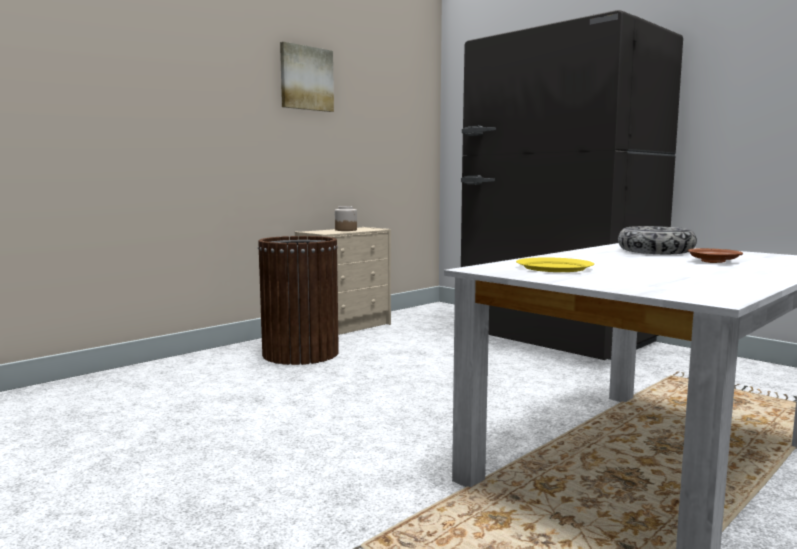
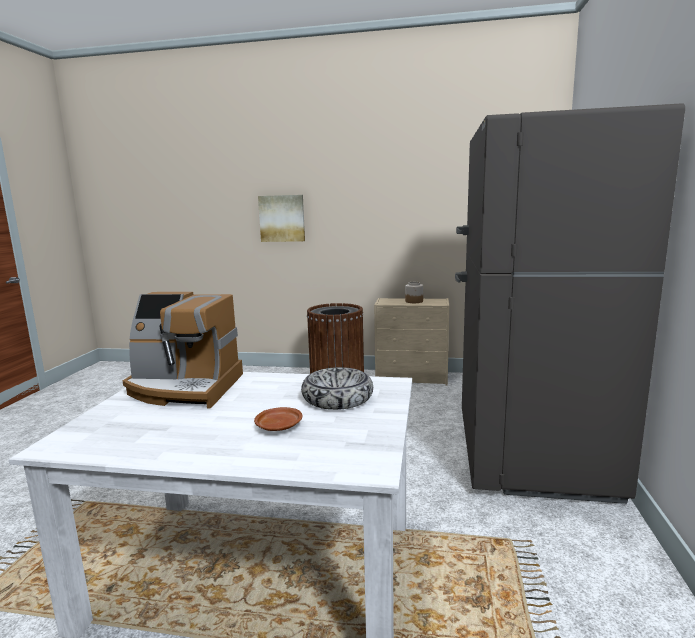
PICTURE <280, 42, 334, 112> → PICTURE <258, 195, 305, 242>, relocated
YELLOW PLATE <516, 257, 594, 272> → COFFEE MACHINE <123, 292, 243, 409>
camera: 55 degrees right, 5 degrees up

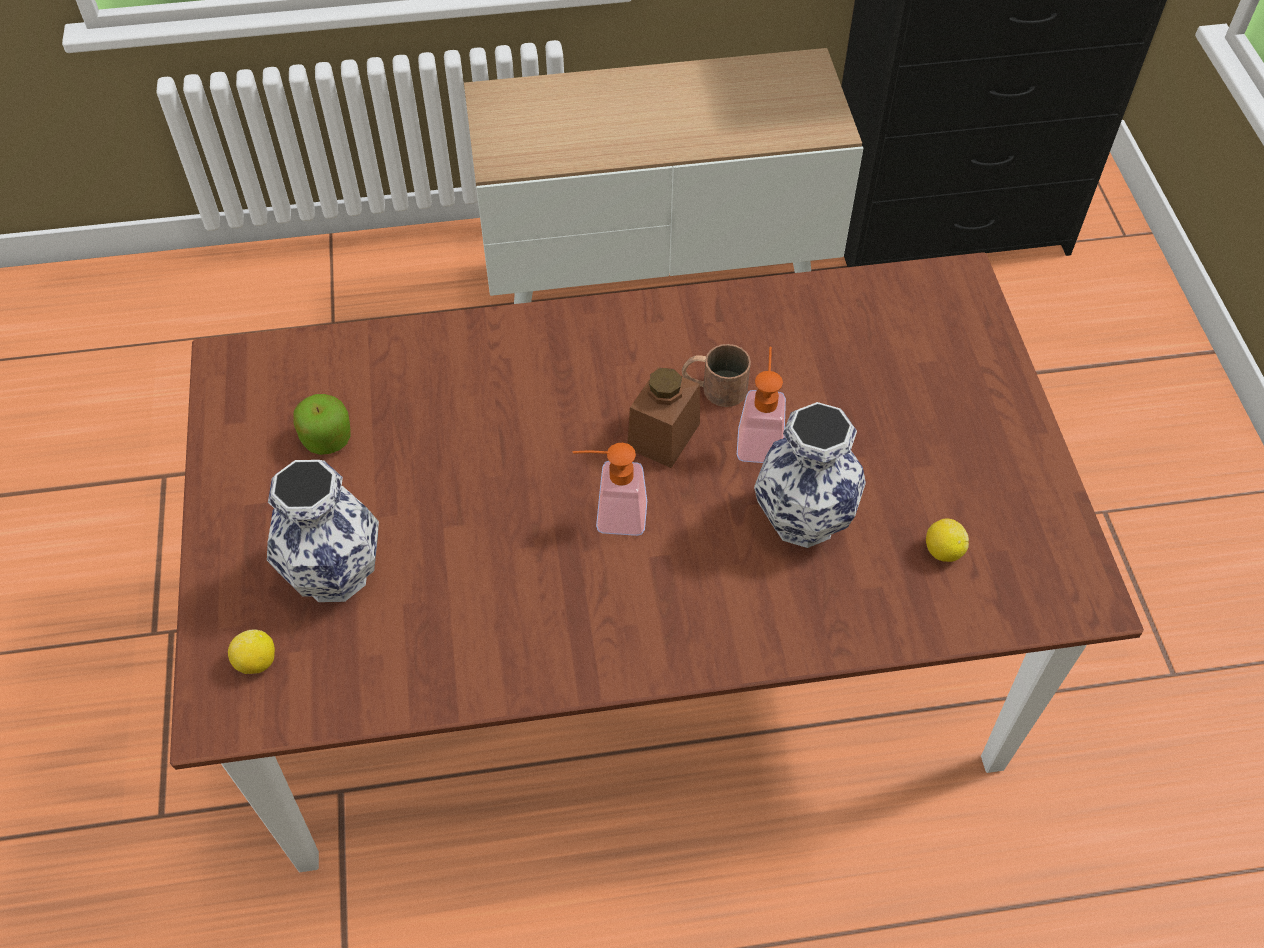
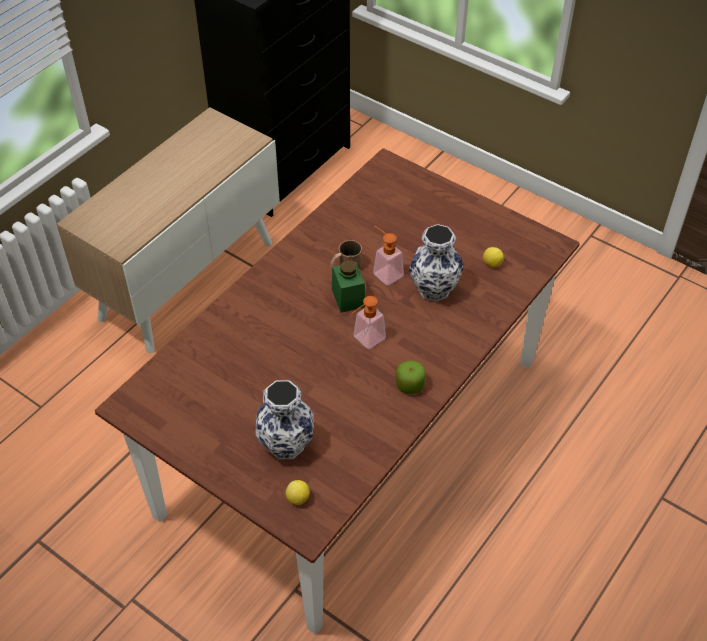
BROWN JAR <627, 367, 700, 468> → GREEN JAR <332, 260, 365, 313>
APPLE <294, 394, 350, 455> → APPLE <395, 360, 426, 394>, relocated
camera: 45 degrees left, 5 degrees down

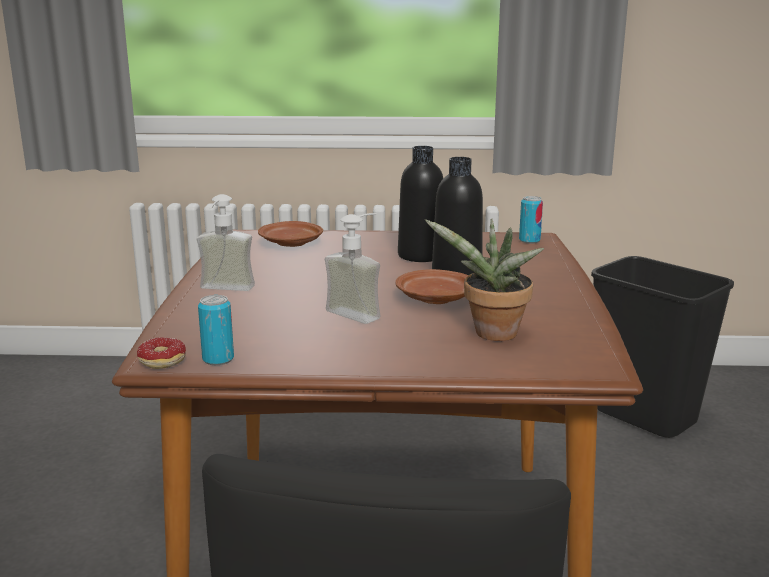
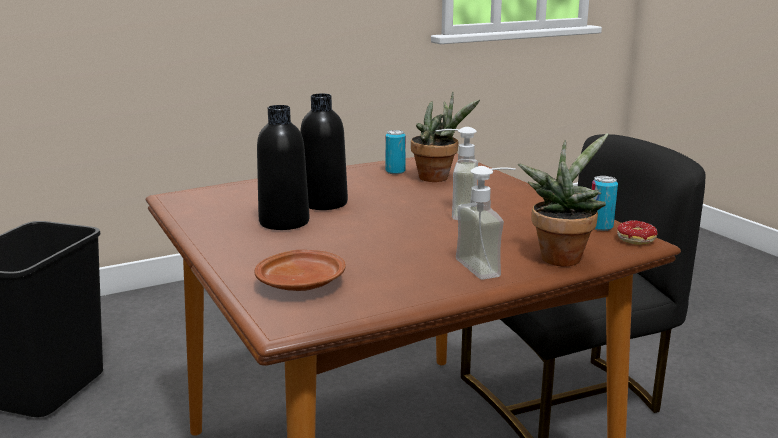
CAN <519, 196, 543, 244> → CAN <386, 130, 406, 174>, relocated
BROWN PLATE <396, 269, 468, 304> → -
- → POTTED PLANT <518, 133, 609, 266>
camera: 120 degrees left, 0 degrees up

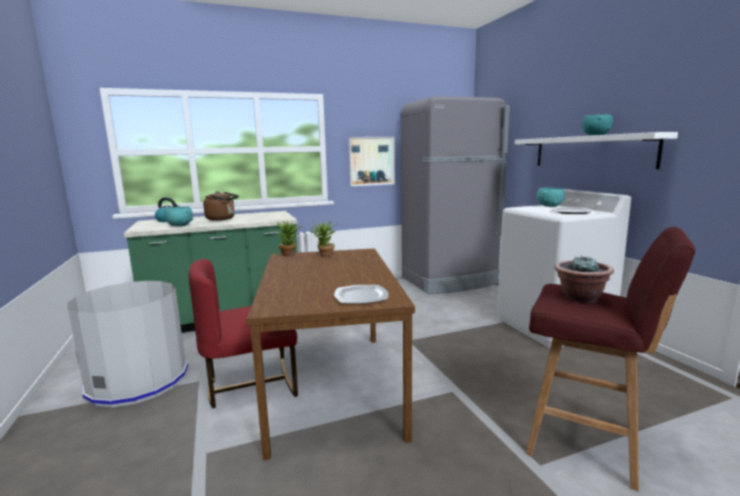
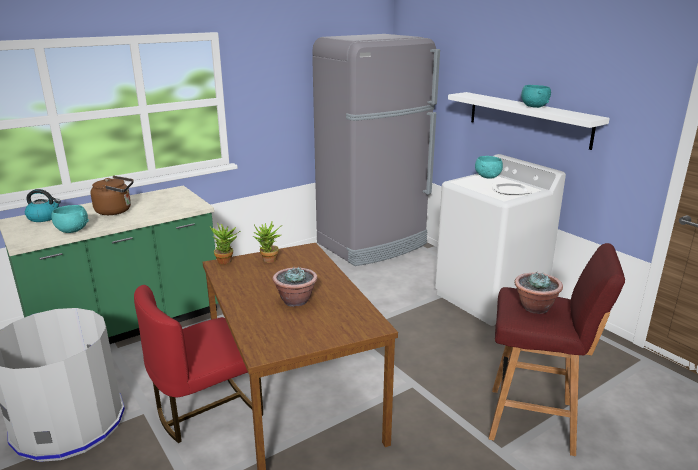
PICTURE <348, 137, 395, 186> → -
PLATE <334, 285, 388, 304> → -
- → POTTED PLANT <273, 267, 318, 307>
camera: 15 degrees left, 10 degrees up

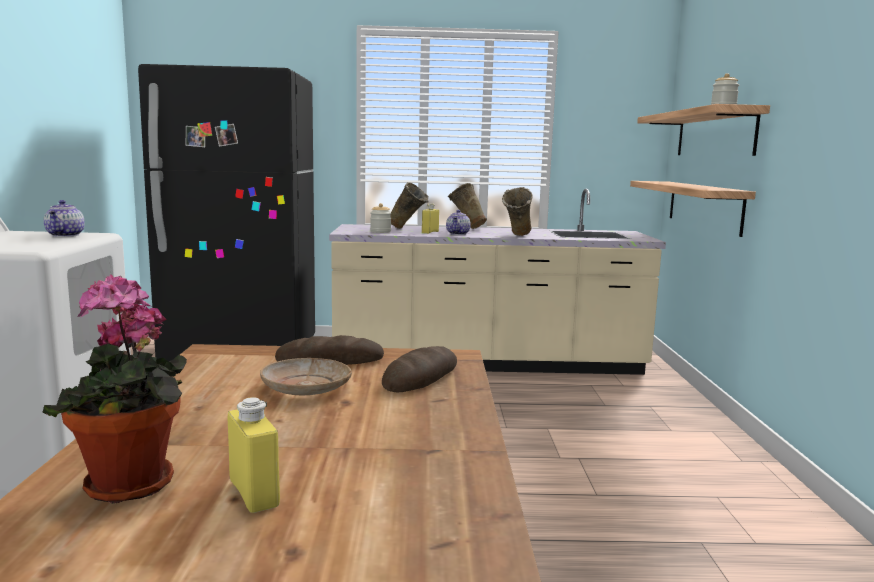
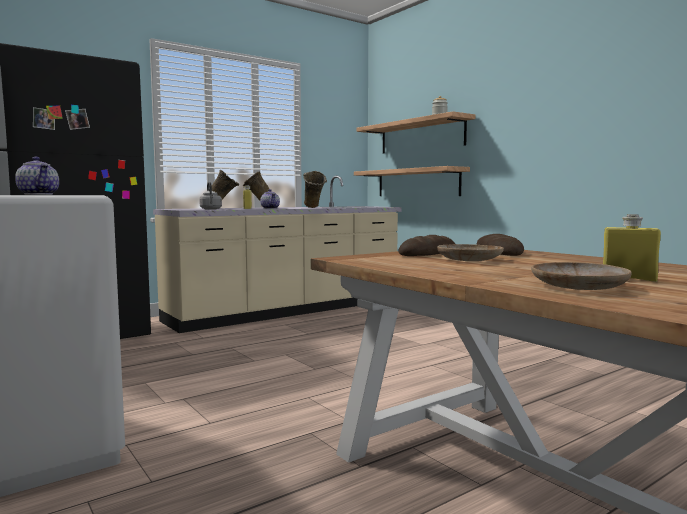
JAR <370, 203, 391, 233> → GREY KETTLE <199, 182, 222, 210>
POTTED PLANT <42, 274, 187, 503> → BEIGE PLATE <531, 262, 632, 290>
camera: 35 degrees left, 5 degrees down

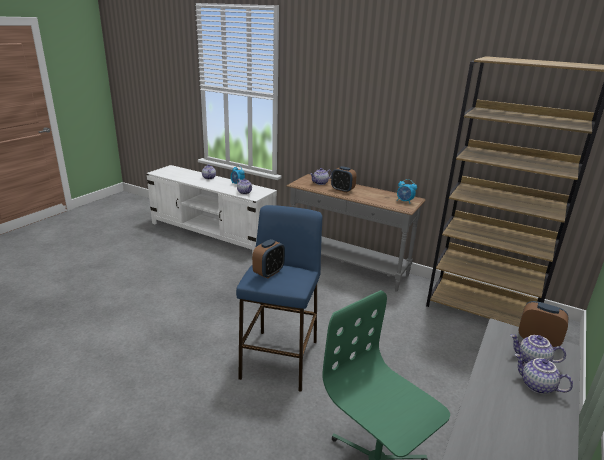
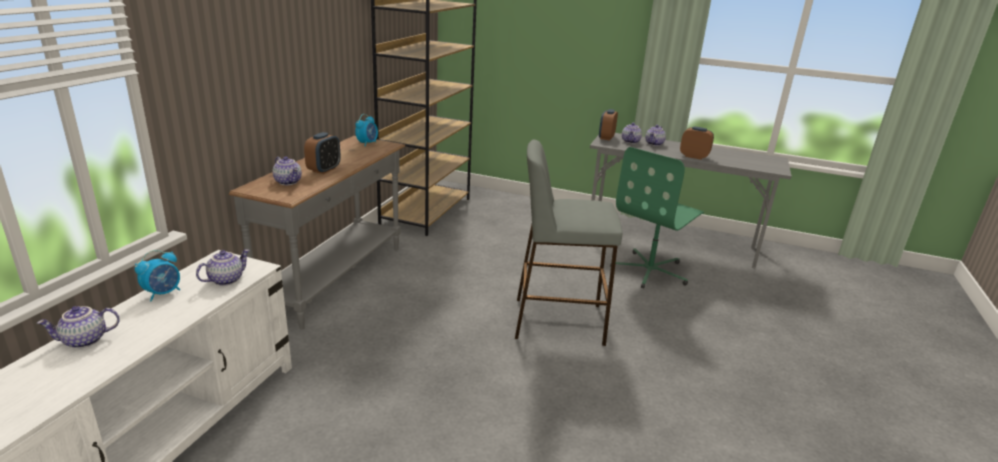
BLUE STOOL <236, 205, 322, 392> → GREY STOOL <515, 140, 622, 346>
ALARM CLOCK <252, 239, 285, 279> → ALARM CLOCK <680, 127, 714, 160>, relocated
camera: 100 degrees left, 0 degrees up

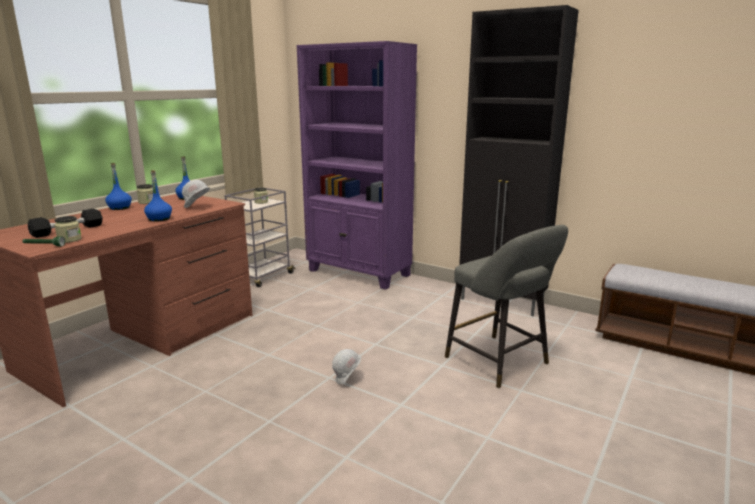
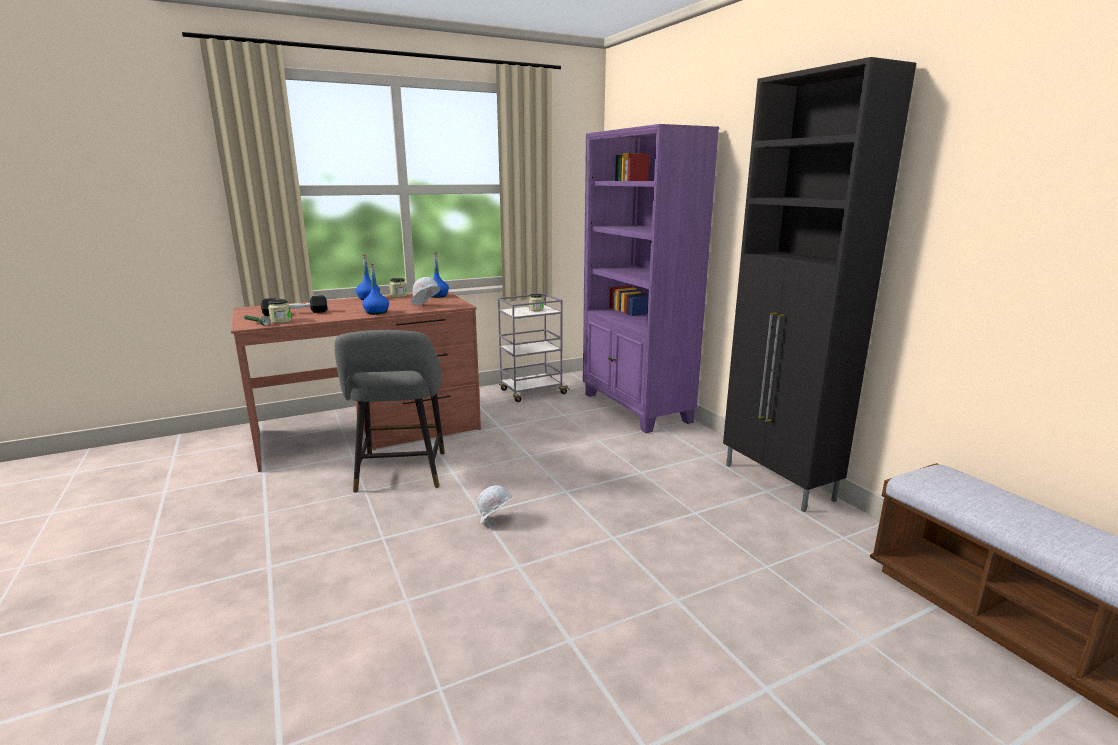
GREY STOOL <445, 225, 568, 388> → GREY STOOL <334, 330, 445, 493>, relocated
camera: 30 degrees right, 0 degrees up

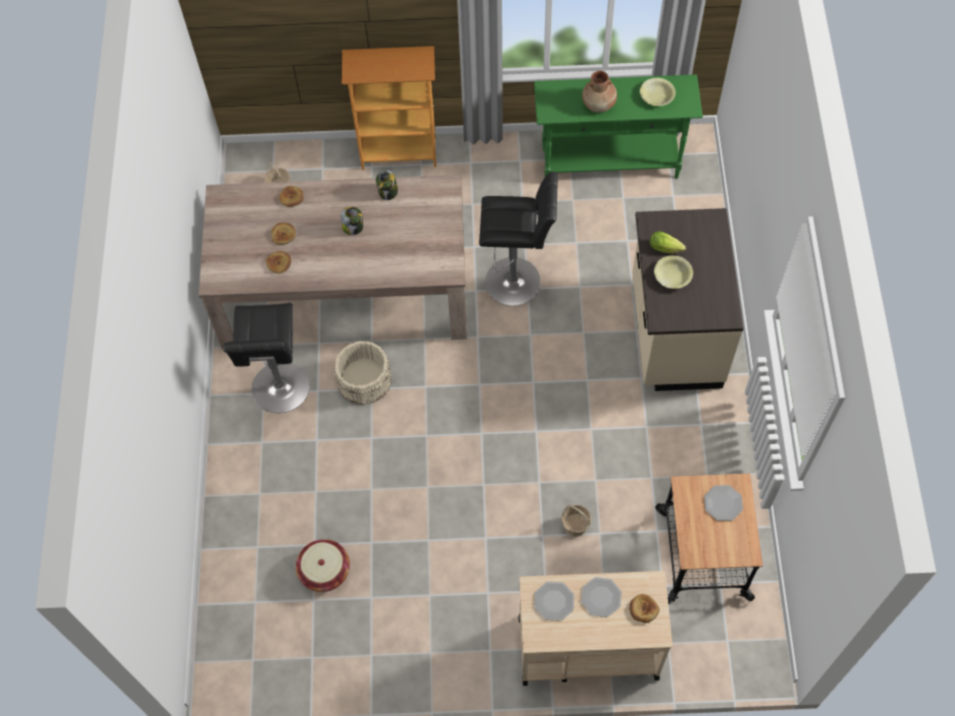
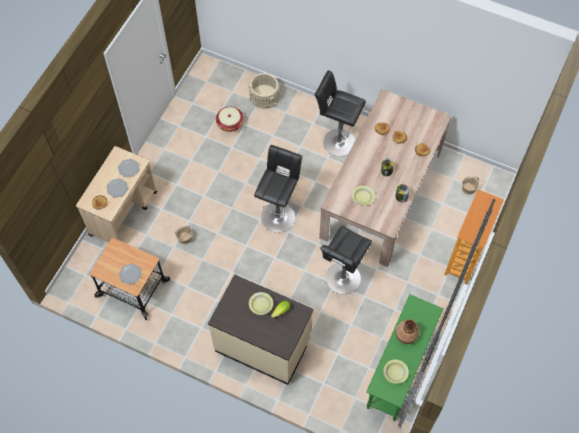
BEIGE BUCKET <334, 341, 392, 405> → BEIGE BUCKET <249, 73, 280, 109>, relocated
- → BLACK STOOL <254, 145, 302, 233>
- → YELLOW BOWL <352, 186, 375, 206>
camera: 115 degrees right, 0 degrees up

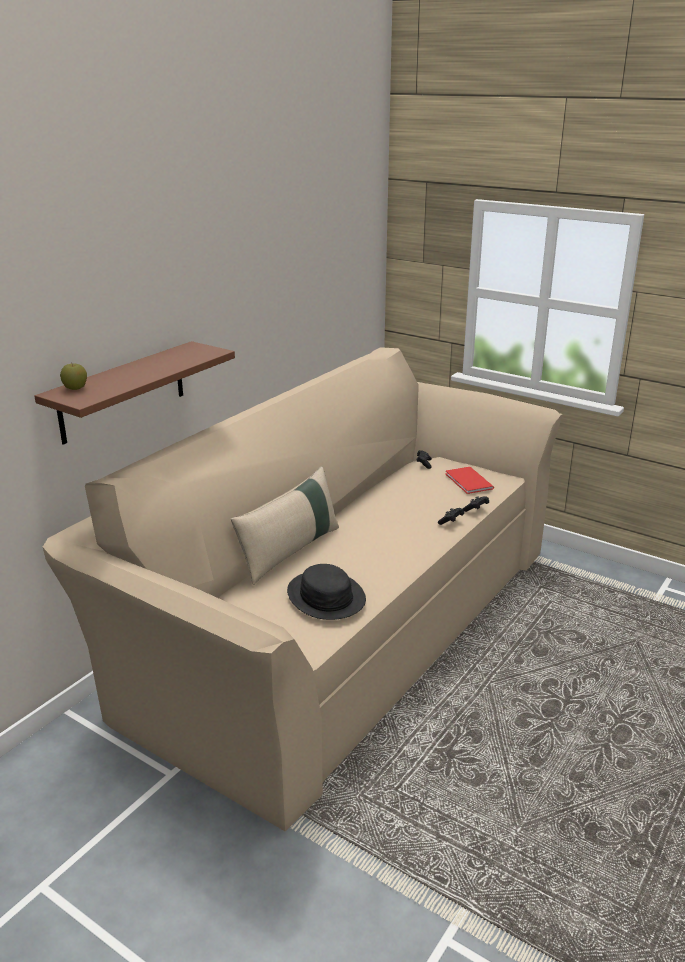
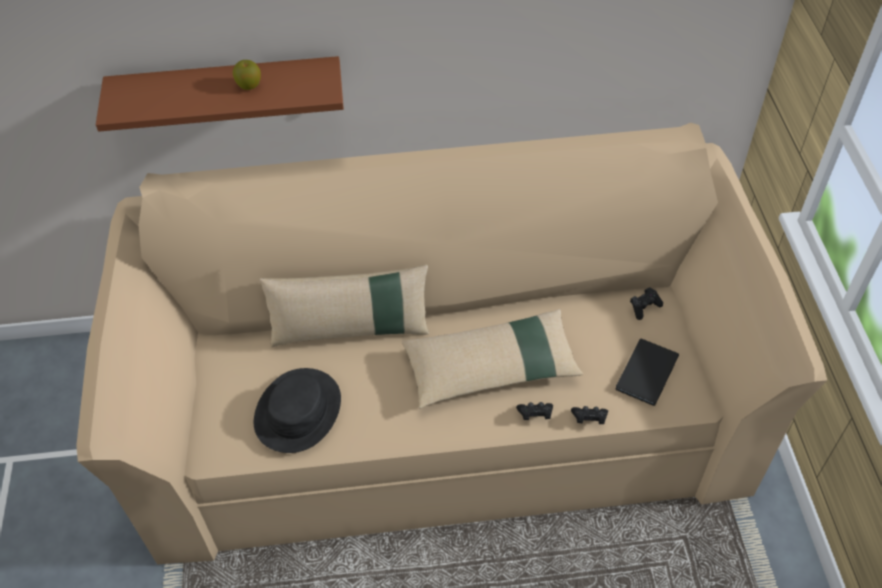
APPLE <60, 362, 87, 390> → APPLE <233, 60, 261, 90>, relocated
RED BOOK <446, 467, 494, 494> → BLACK BOOK <615, 338, 679, 406>
- → BEIGE PILLOW <401, 309, 583, 409>
camera: 50 degrees right, 25 degrees up

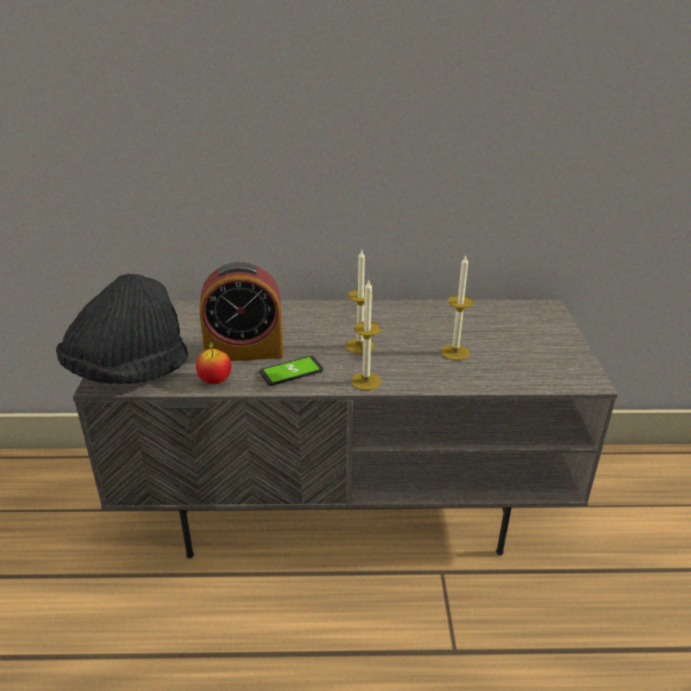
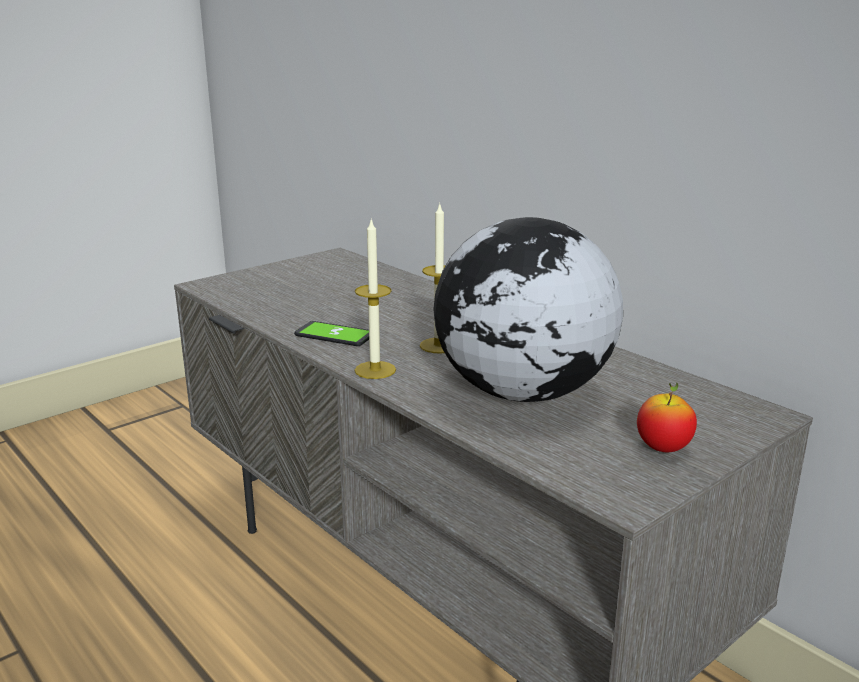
CANDLE <441, 256, 474, 360> → GLOBE <433, 217, 623, 402>
ALARM CLOCK <199, 262, 284, 361> → -
BLACK HAT <56, 273, 188, 384> → -
APPLE <196, 342, 231, 384> → APPLE <637, 383, 697, 452>, relocated
camera: 50 degrees right, 10 degrees down

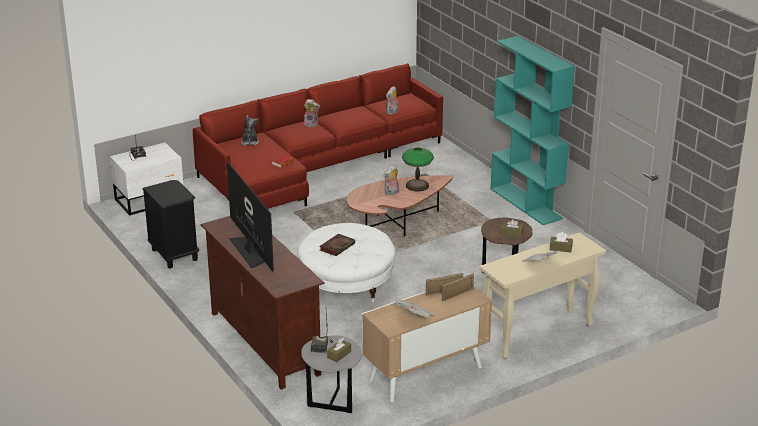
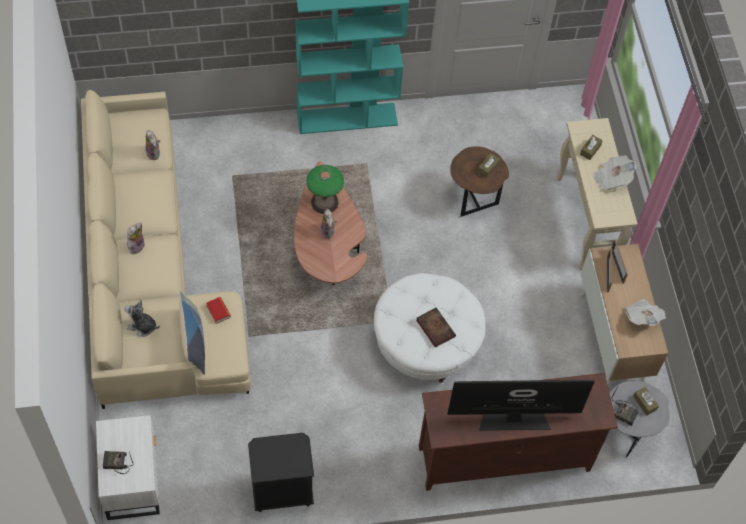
RED SOFA <193, 63, 443, 209> → BEIGE SOFA <81, 90, 251, 409>
- → PILLOW <179, 292, 205, 375>
camera: 70 degrees left, 30 degrees up

